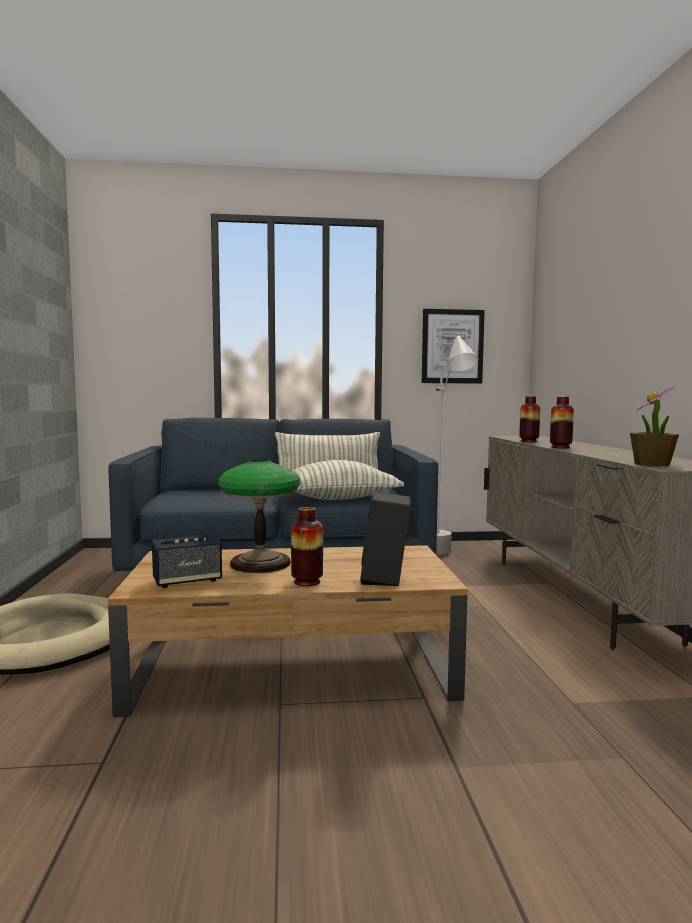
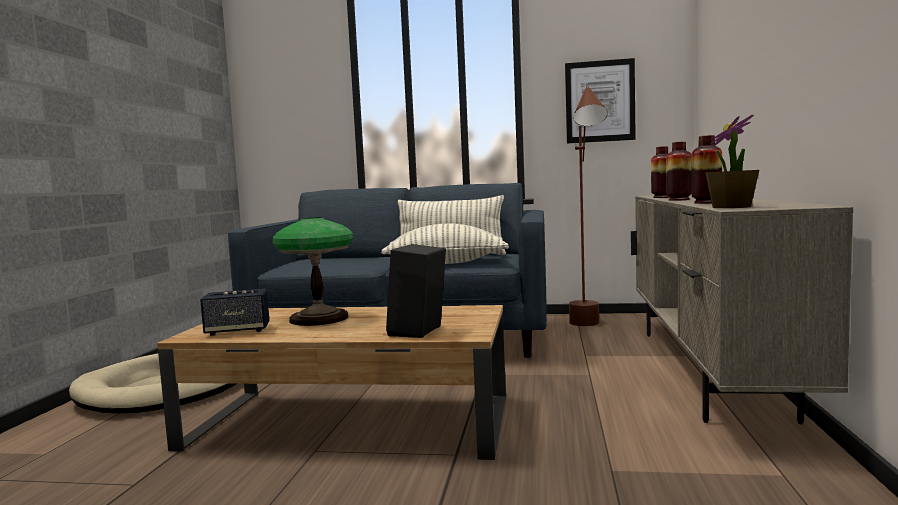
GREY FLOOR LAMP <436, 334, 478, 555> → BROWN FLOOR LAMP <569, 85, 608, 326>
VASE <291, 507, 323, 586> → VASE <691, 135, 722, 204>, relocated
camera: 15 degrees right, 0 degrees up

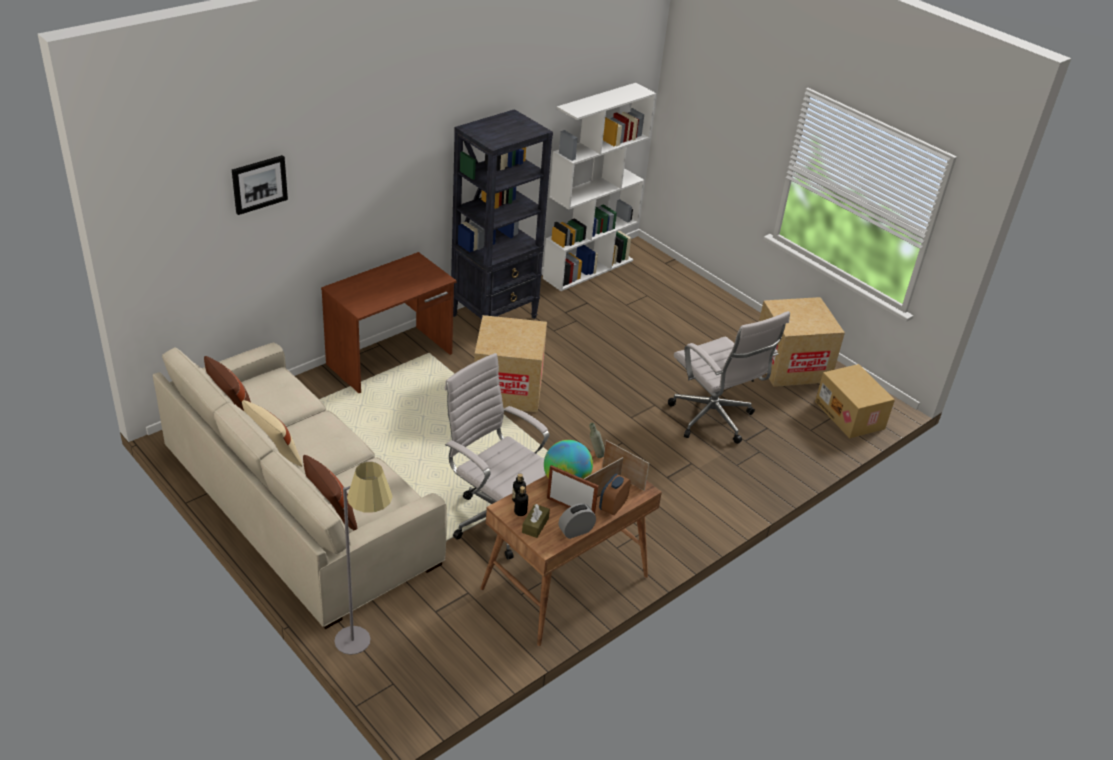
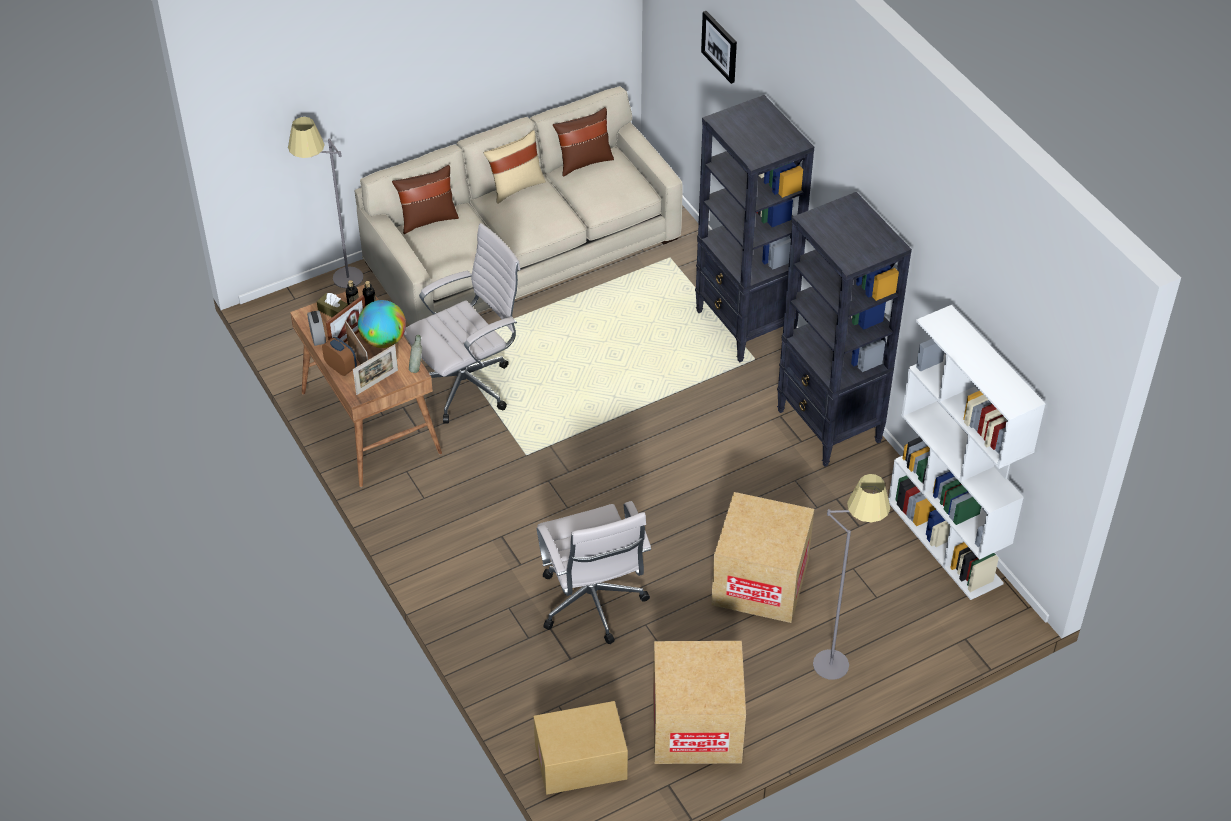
BROWN DESK <321, 252, 457, 393> → BLACK BOOKCASE <695, 95, 814, 362>
WHITE OFFICE CHAIR <668, 311, 790, 444> → WHITE OFFICE CHAIR <537, 501, 651, 644>, 90 degrees counterclockwise
CARDBOARD BOX <474, 315, 547, 412> → CARDBOARD BOX <711, 492, 814, 623>, relocated
- → GREY FLOOR LAMP <813, 474, 890, 680>
camera: 105 degrees right, 10 degrees up

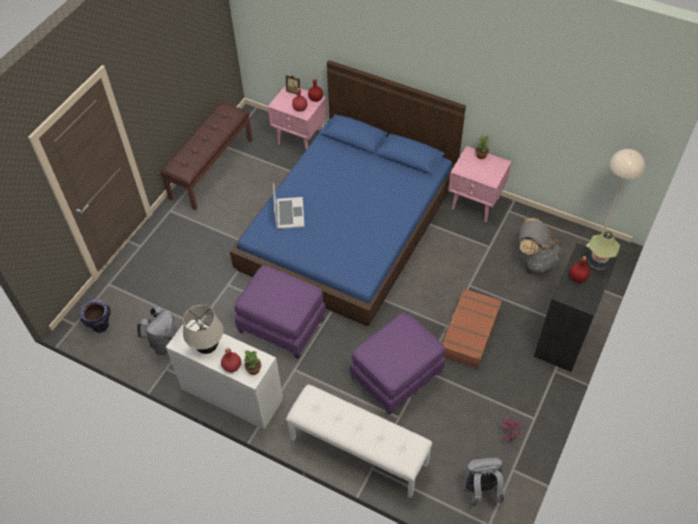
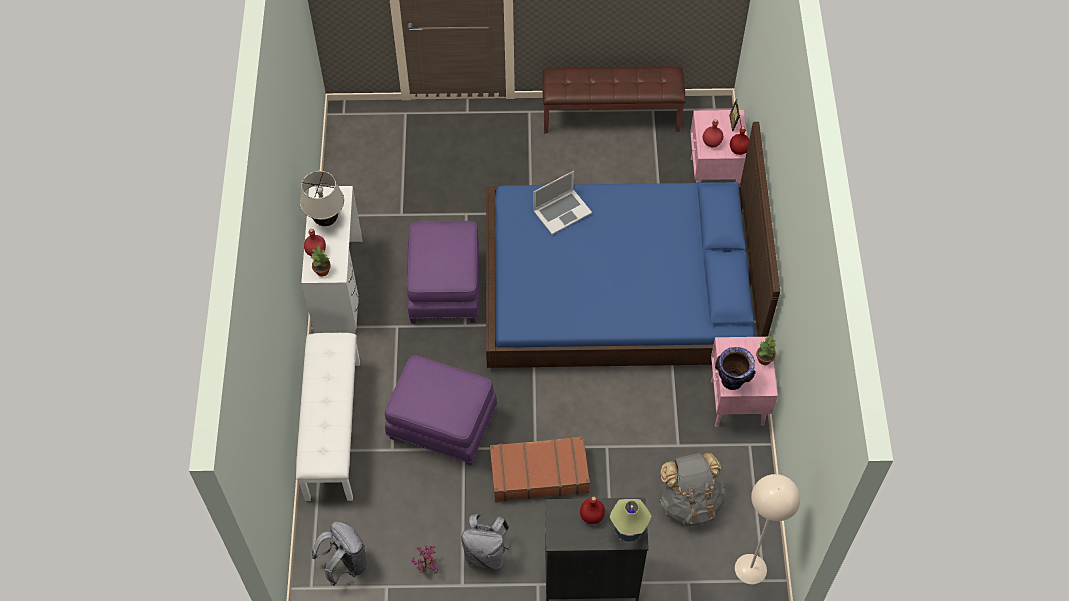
VASE <80, 299, 111, 333> → VASE <715, 347, 756, 390>, relocated
GREY BACKPACK <137, 306, 178, 356> → GREY BACKPACK <461, 514, 509, 569>, relocated
camera: 60 degrees right, 5 degrees up

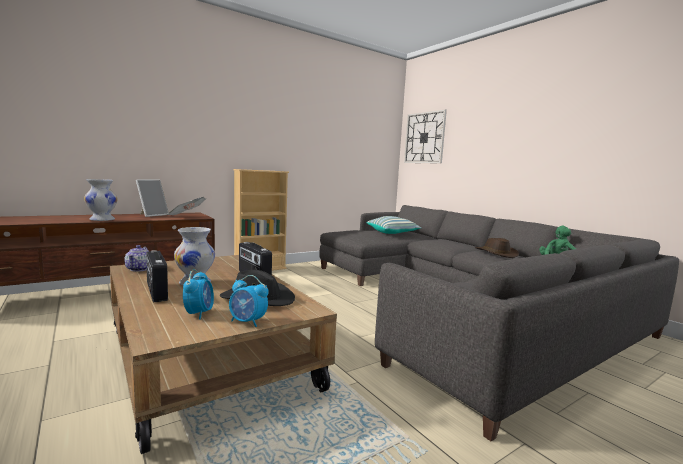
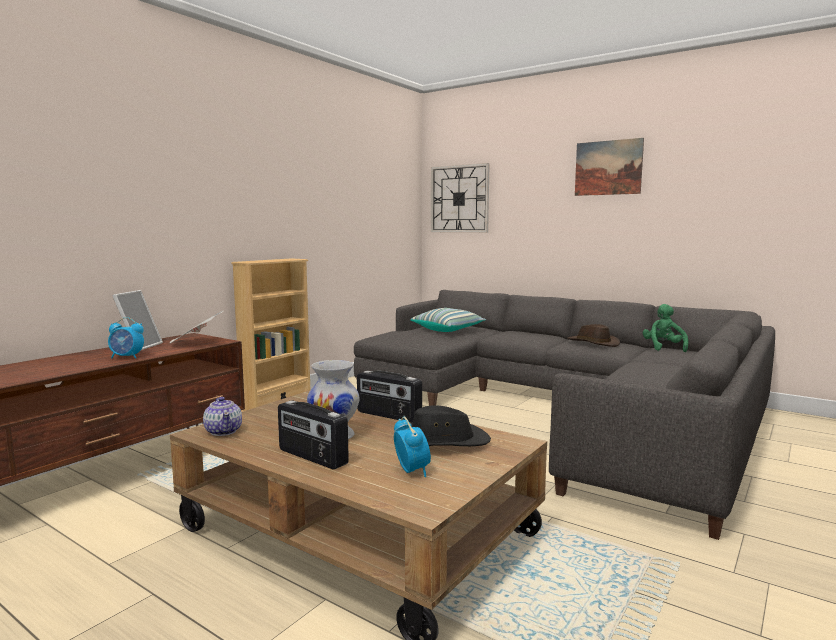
WHITE VASE <84, 179, 118, 221> → -
ALARM CLOCK <229, 275, 269, 327> → ALARM CLOCK <108, 317, 144, 359>, relocated
- → PICTURE <575, 138, 644, 196>
camera: 20 degrees left, 0 degrees up

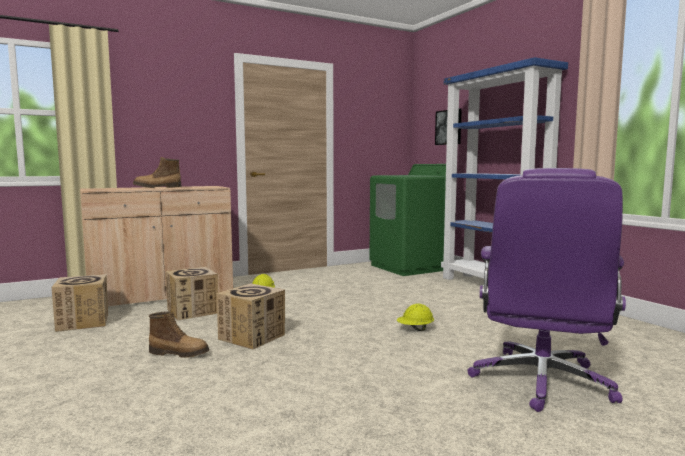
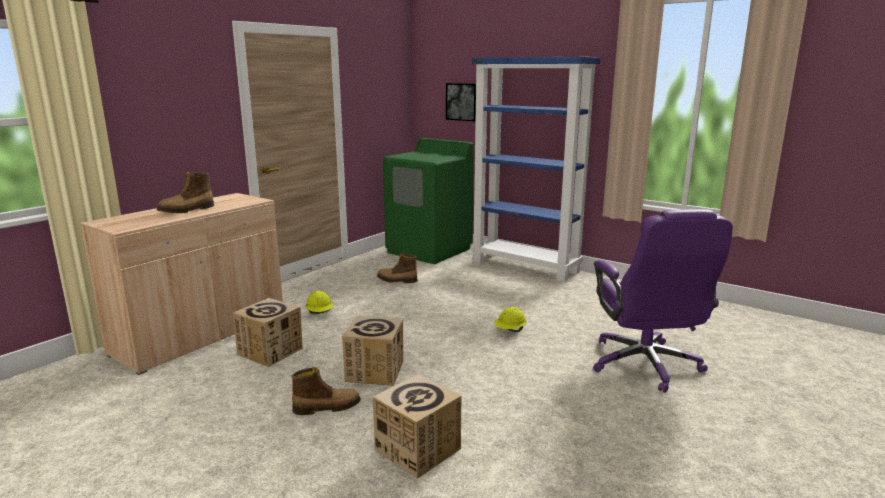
CARDBOARD BOX <52, 274, 108, 332> → CARDBOARD BOX <373, 374, 461, 479>, relocated
- → BOOT <377, 253, 418, 283>
camera: 25 degrees left, 10 degrees up

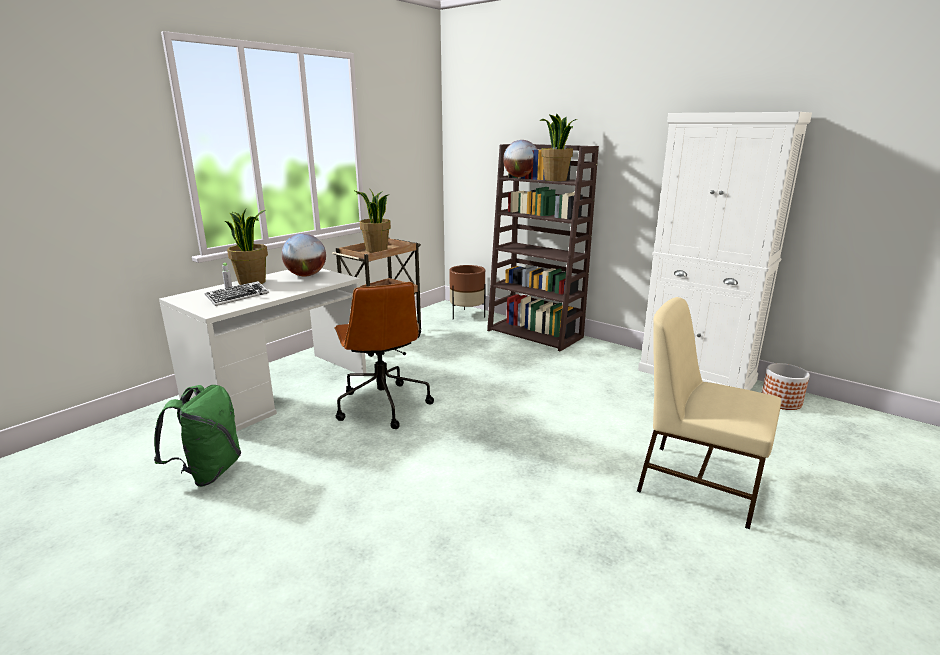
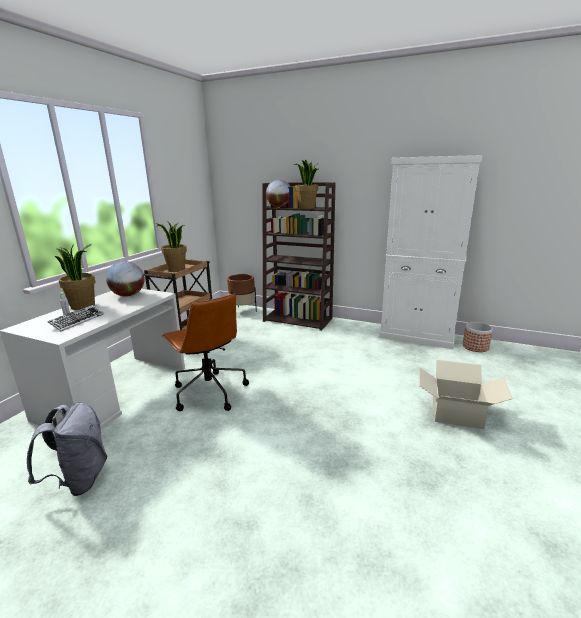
BEIGE CHAIR <637, 297, 781, 529> → CARDBOARD BOX <419, 360, 513, 429>
GREEN BACKPACK <154, 385, 241, 487> → GREY BACKPACK <27, 402, 107, 496>
camera: 15 degrees left, 0 degrees up

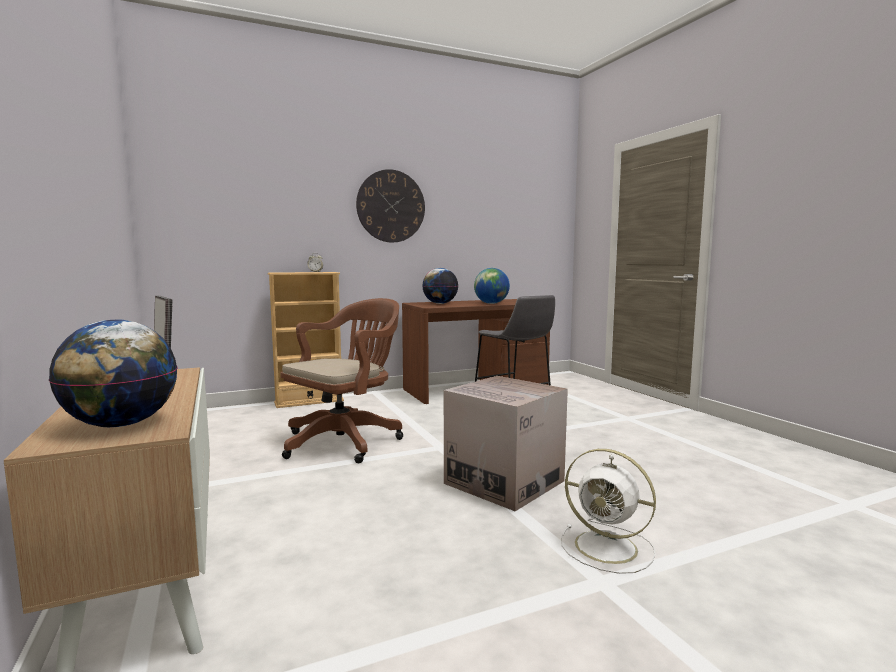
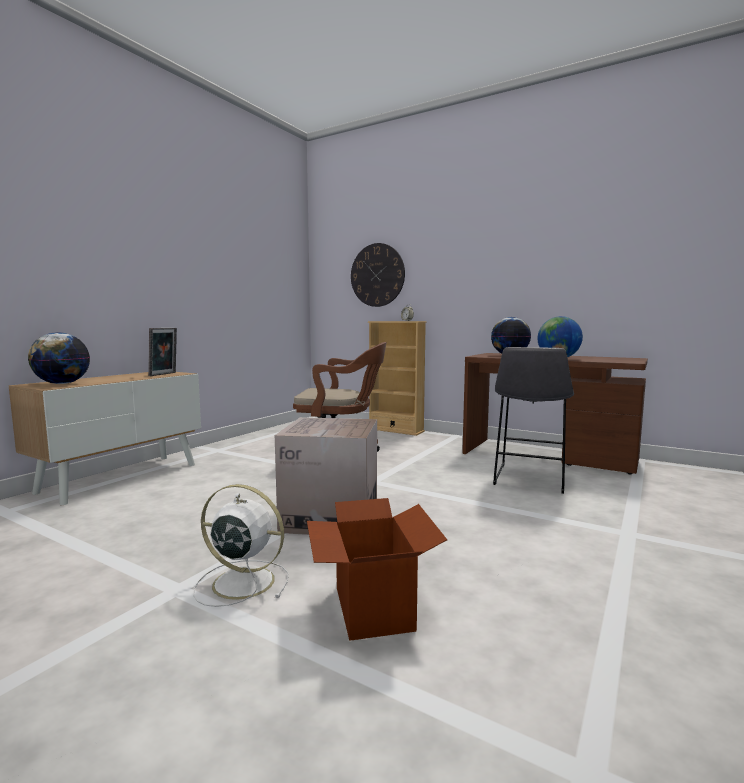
WALL CLOCK <356, 169, 425, 242> → WALL CLOCK <351, 243, 405, 307>, relocated
WHITE FAN <561, 449, 656, 574> → WHITE FAN <193, 484, 288, 607>, 105 degrees clockwise
- → CARDBOARD BOX <307, 498, 447, 641>
camera: 55 degrees right, 0 degrees up

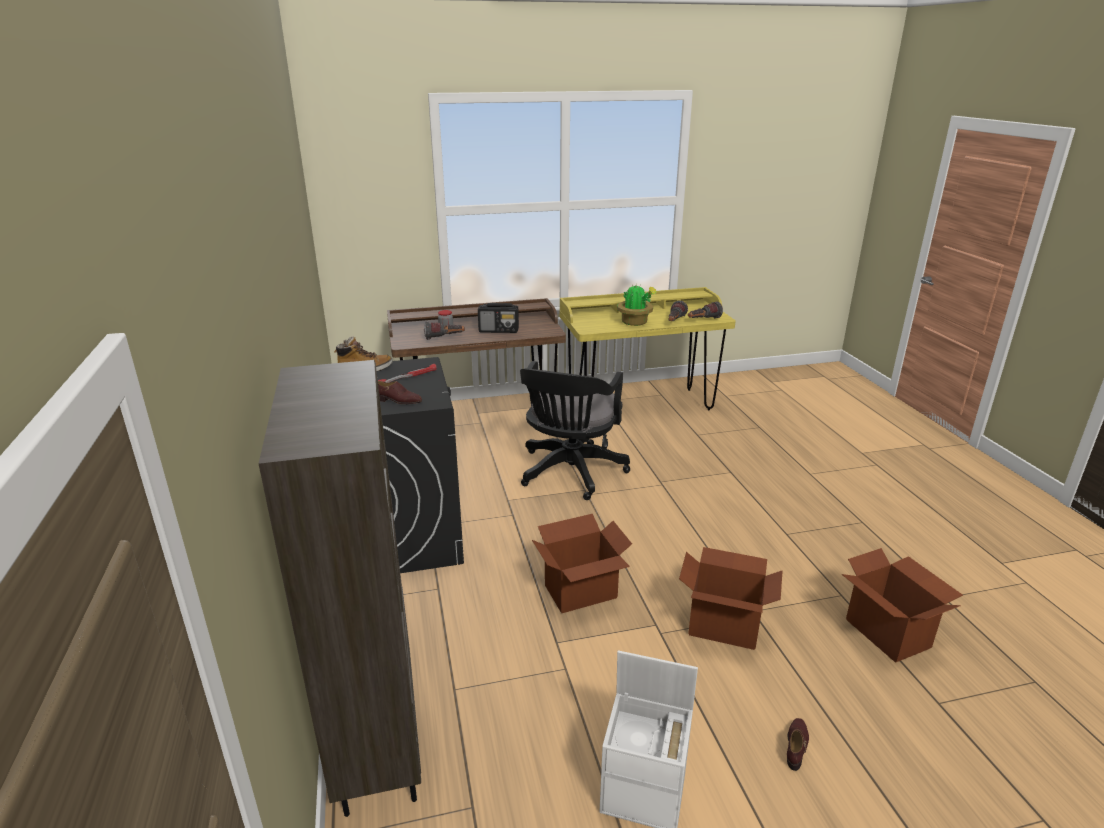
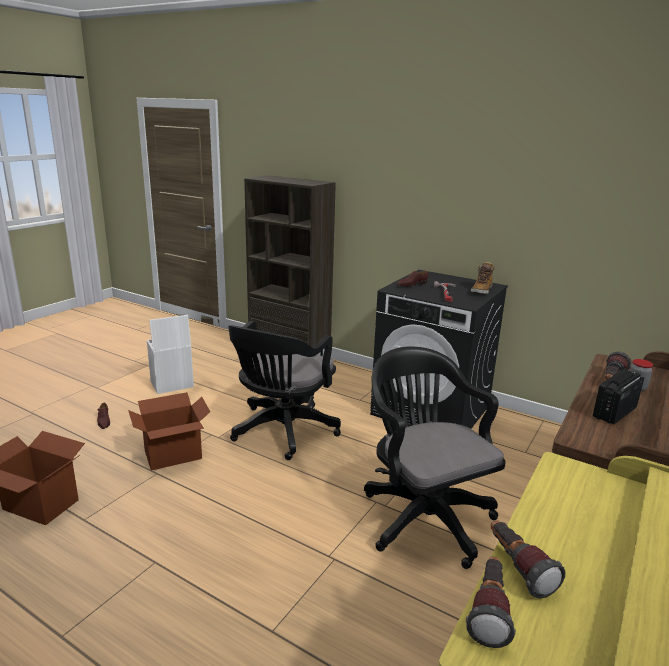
POTTED PLANT <617, 282, 657, 326> → -
CARDBOARD BOX <532, 514, 632, 613> → BLACK OFFICE CHAIR <228, 321, 341, 460>
camera: 135 degrees right, 5 degrees down

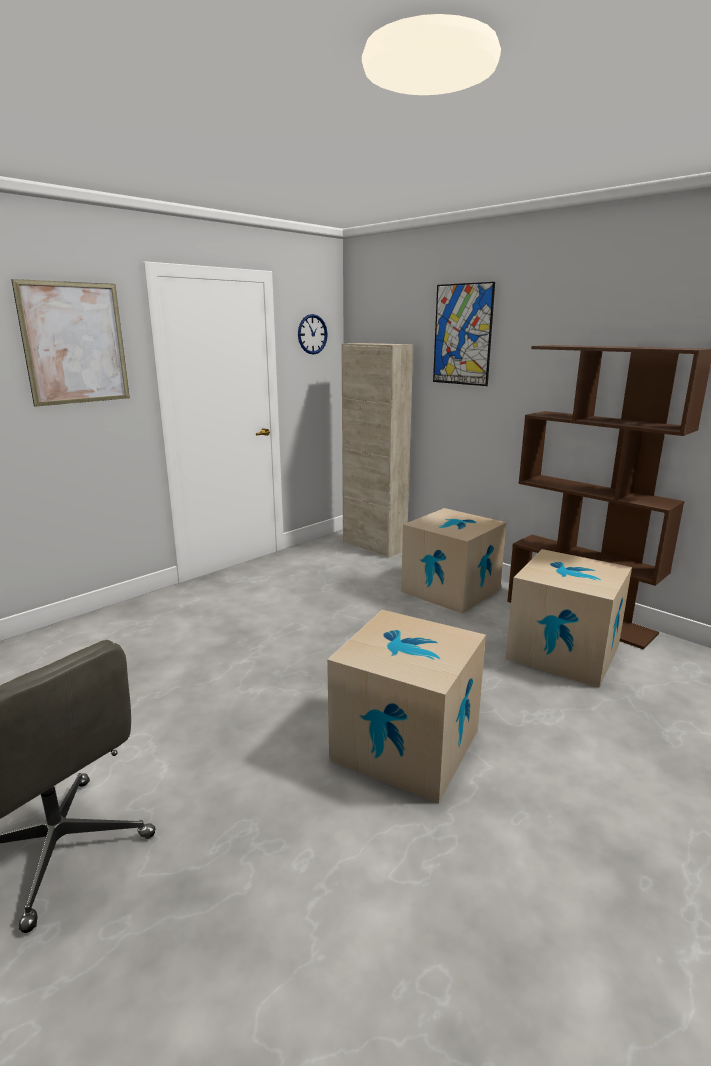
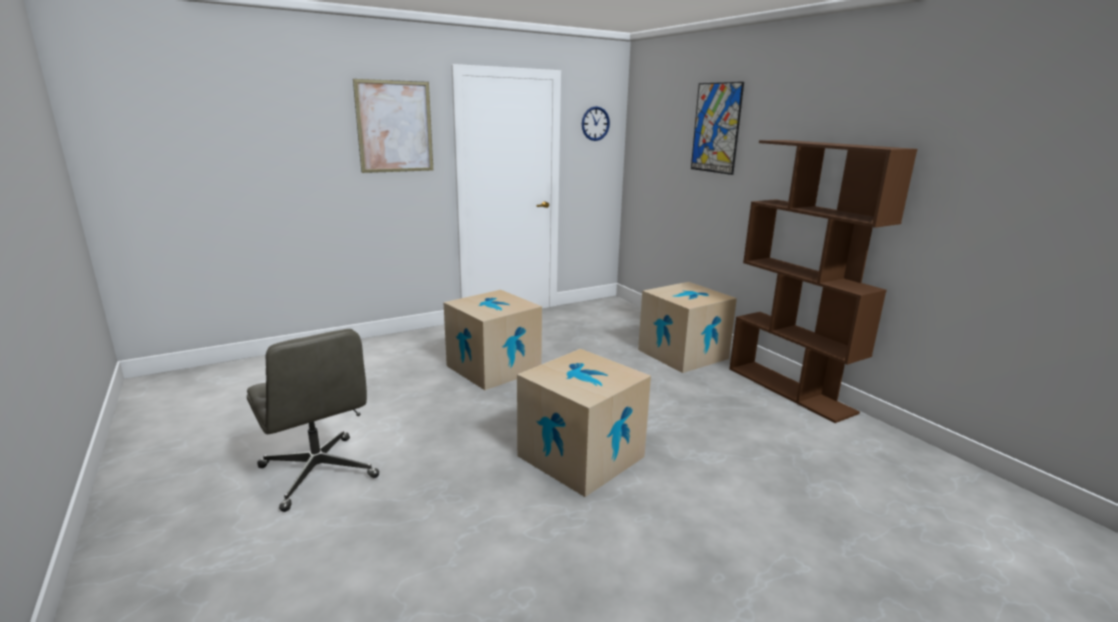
BEIGE CABINET <341, 343, 413, 558> → -
CARDBOARD BOX <506, 549, 632, 688> → CARDBOARD BOX <443, 290, 542, 390>, relocated
camera: 15 degrees right, 0 degrees up

